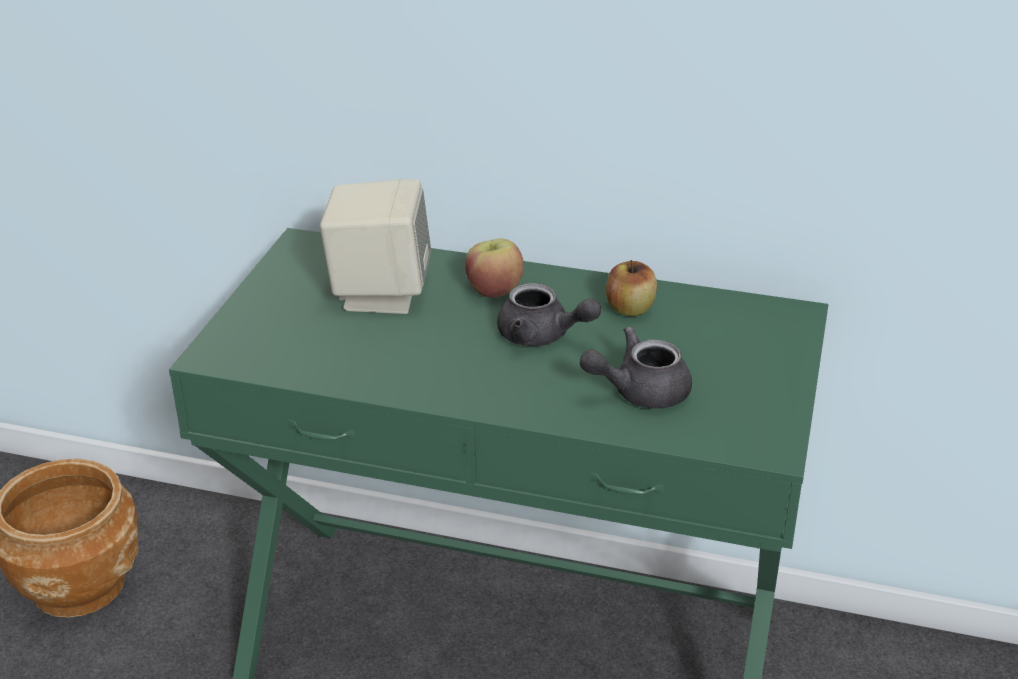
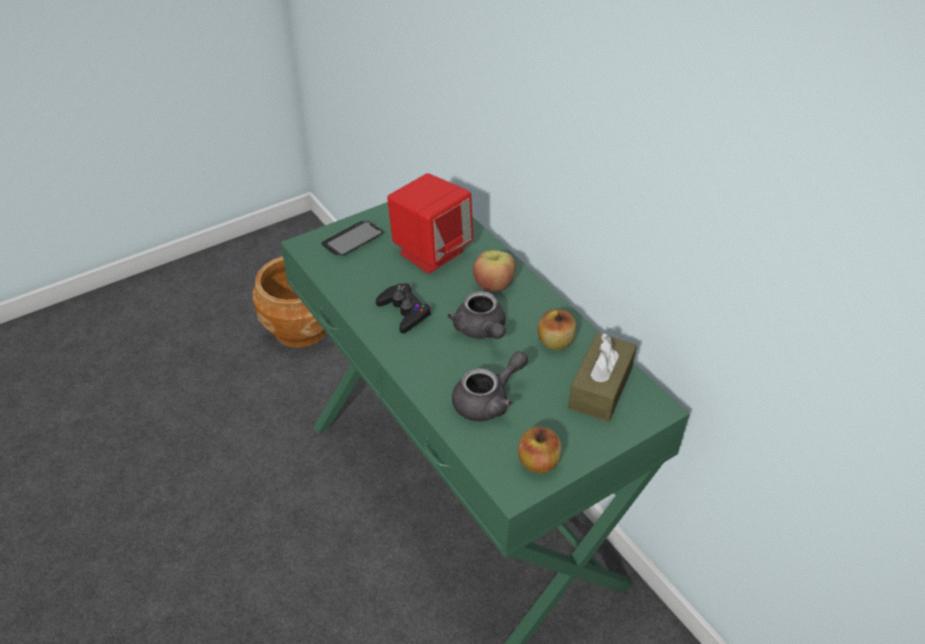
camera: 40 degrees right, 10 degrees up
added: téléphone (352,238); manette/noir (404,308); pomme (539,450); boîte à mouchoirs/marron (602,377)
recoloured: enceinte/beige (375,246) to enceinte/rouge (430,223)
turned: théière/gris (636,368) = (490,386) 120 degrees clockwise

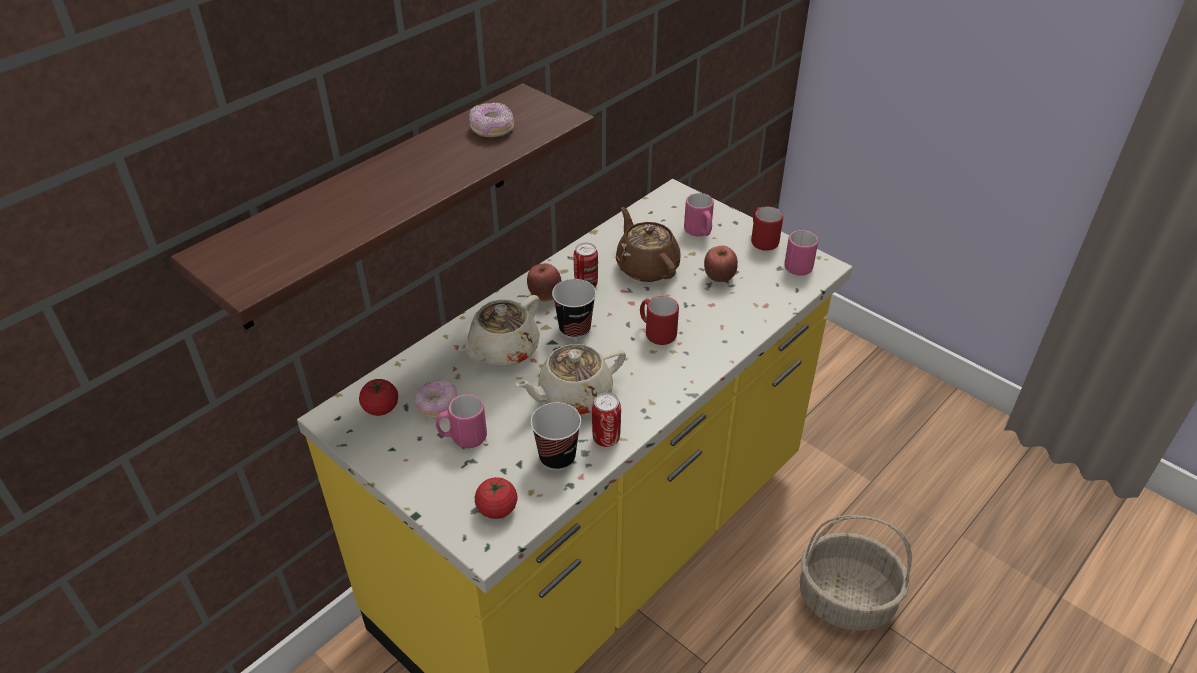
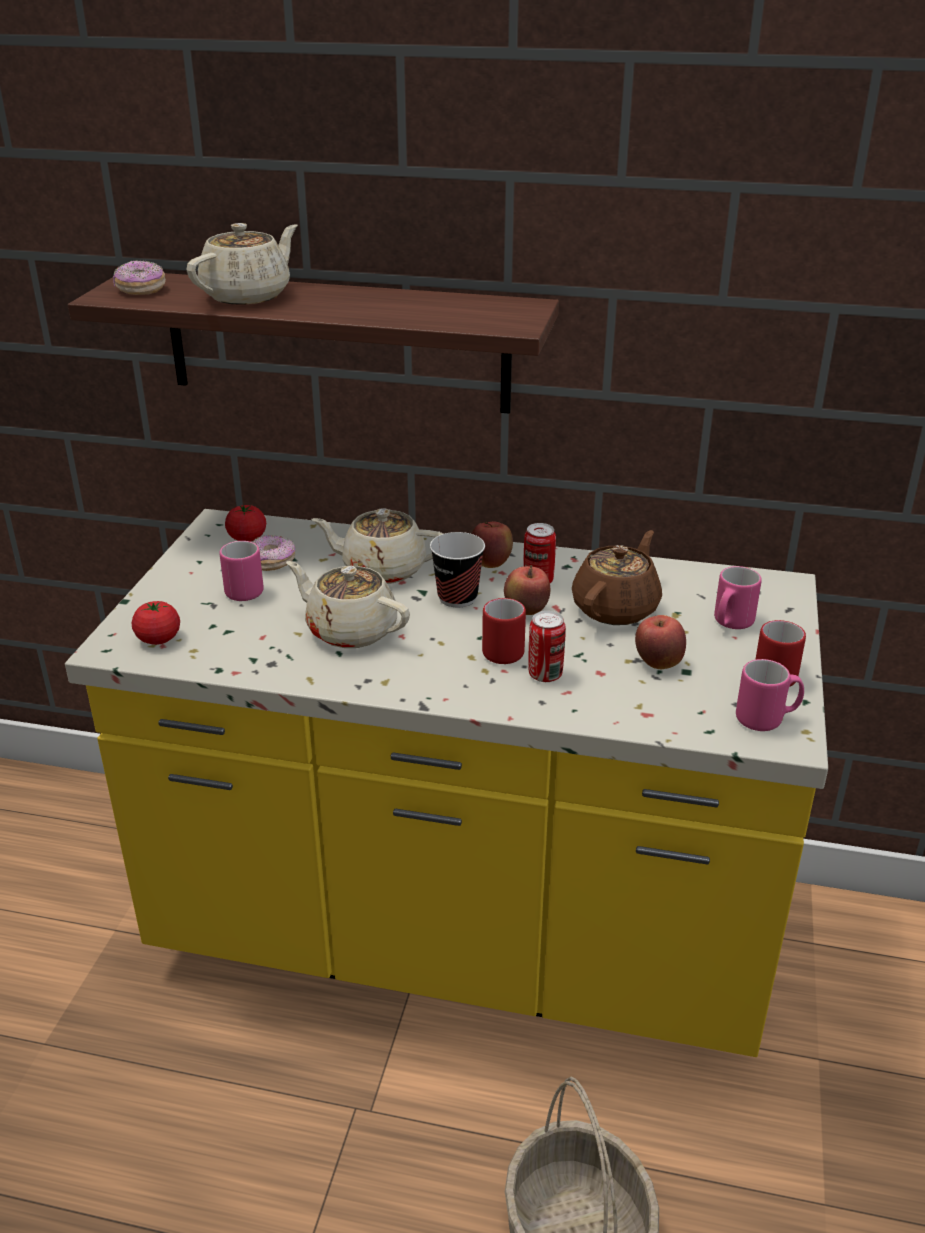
camera: 60 degrees right, 10 degrees down
removed: tasse (556,436)
added: théière/beige (242,264); pomme (527,590)
moved: beignet (491,119) to (139,277); boîte métallique (606,420) to (547,646)

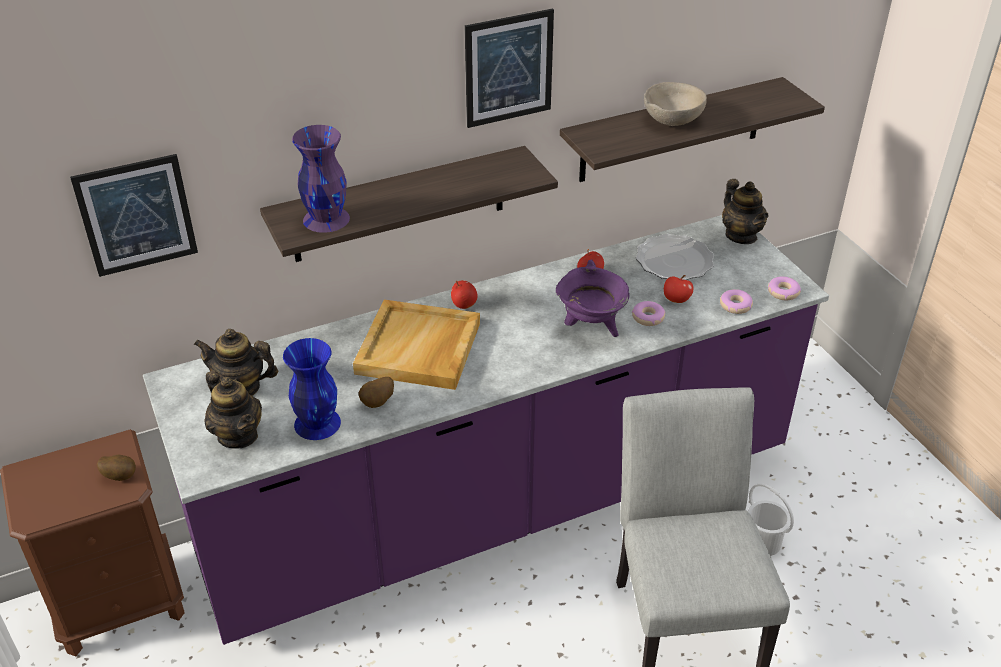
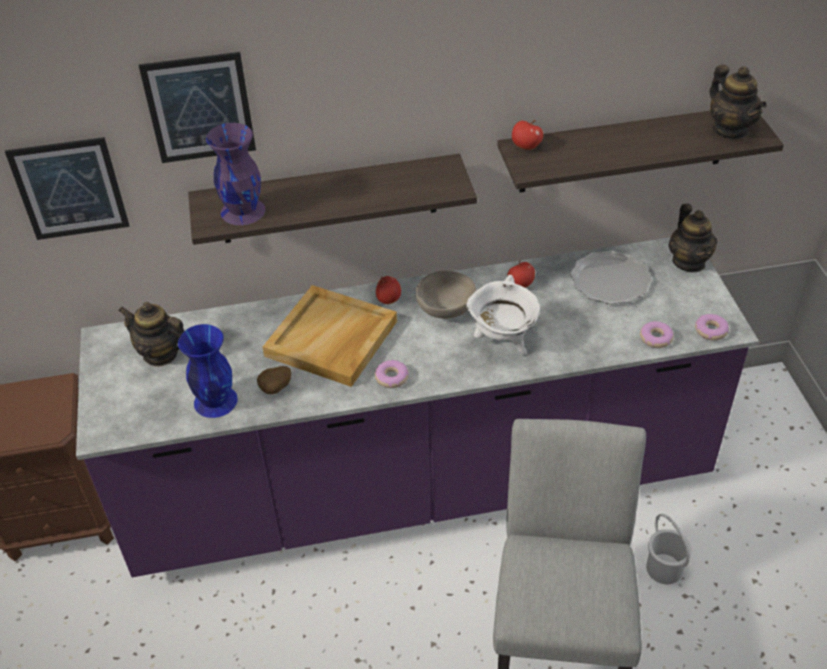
camera: 15 degrees right, 5 degrees up
removed: pomme de terre (116,468)
moved: théière (233,409) to (738,102); tableau (509,68) to (197,107); beignet (648,313) to (392,374); bol/beige (675,104) to (446,294); pomme (678,289) to (527,135)
recoloured: marmite/violet (593,298) to marmite/blanc (503,315)

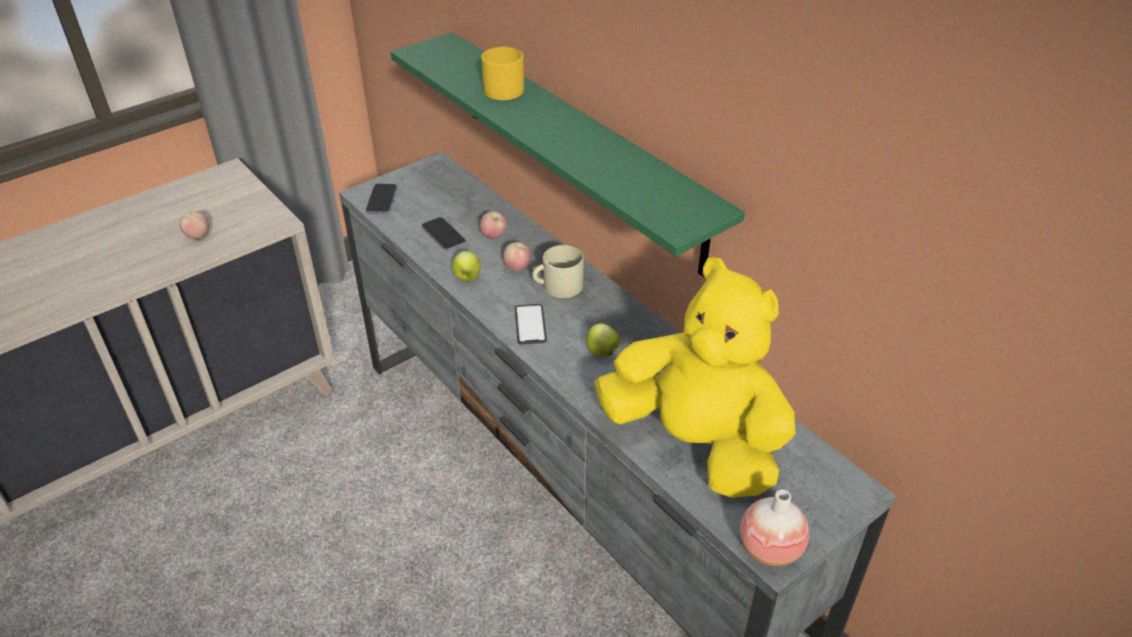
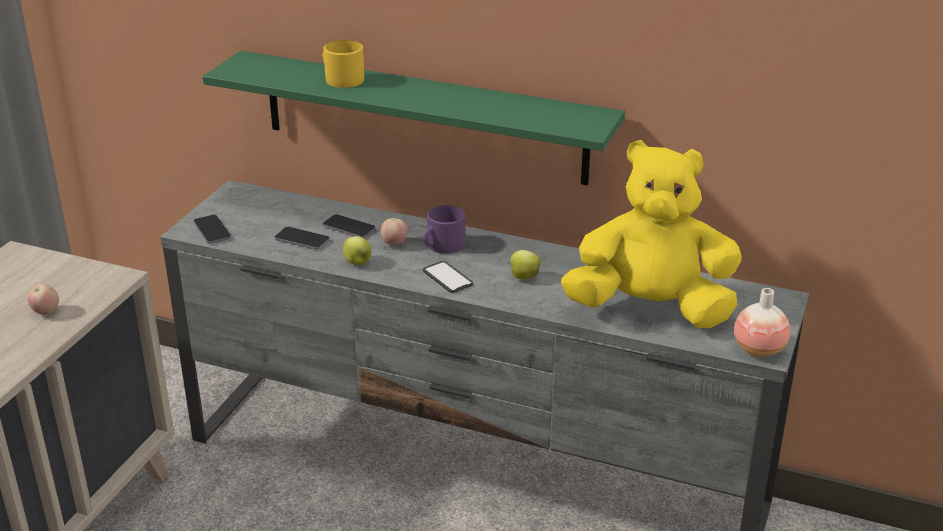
camera: 30 degrees left, 10 degrees down
replaced: pomme (493,225) to téléphone (349,226)
recoloured: mug/beige (558,271) to mug/violet (444,229)

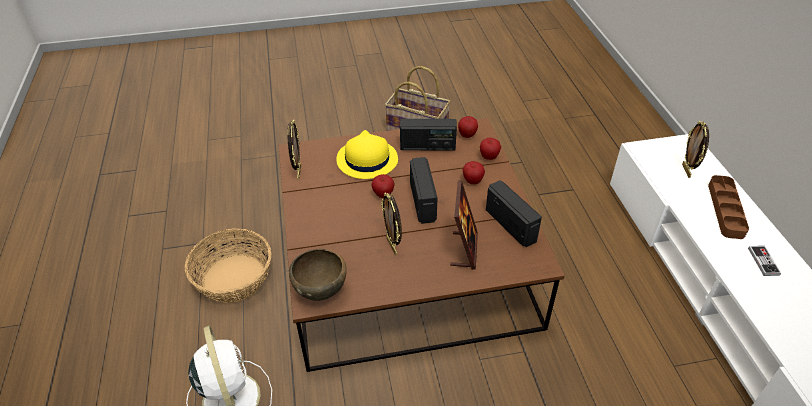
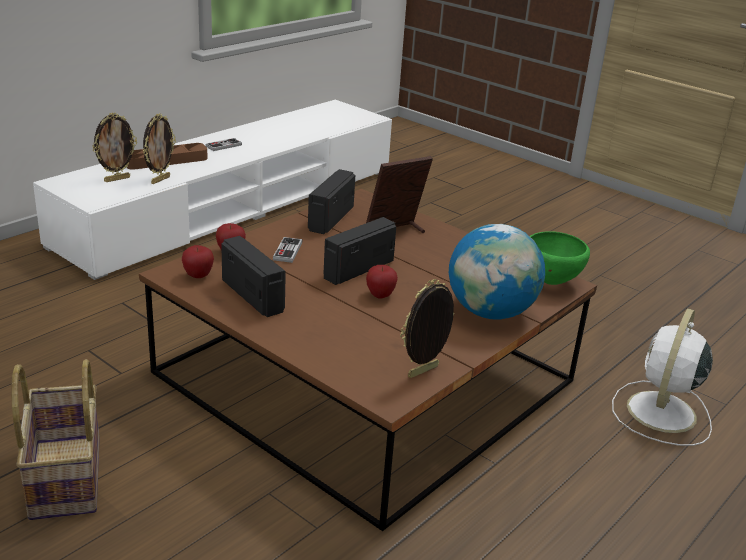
camera: 130 degrees left, 15 degrees down
removed: panier (228,265); chapeau/jaune (367,154)
added: globe (497,272)
moved: cadre photo (391,223) to (159,148)
replaced: pomme (473,172) to manette (287,250)
recoloured: bol/marron (318,275) to bol/vert (560,258)

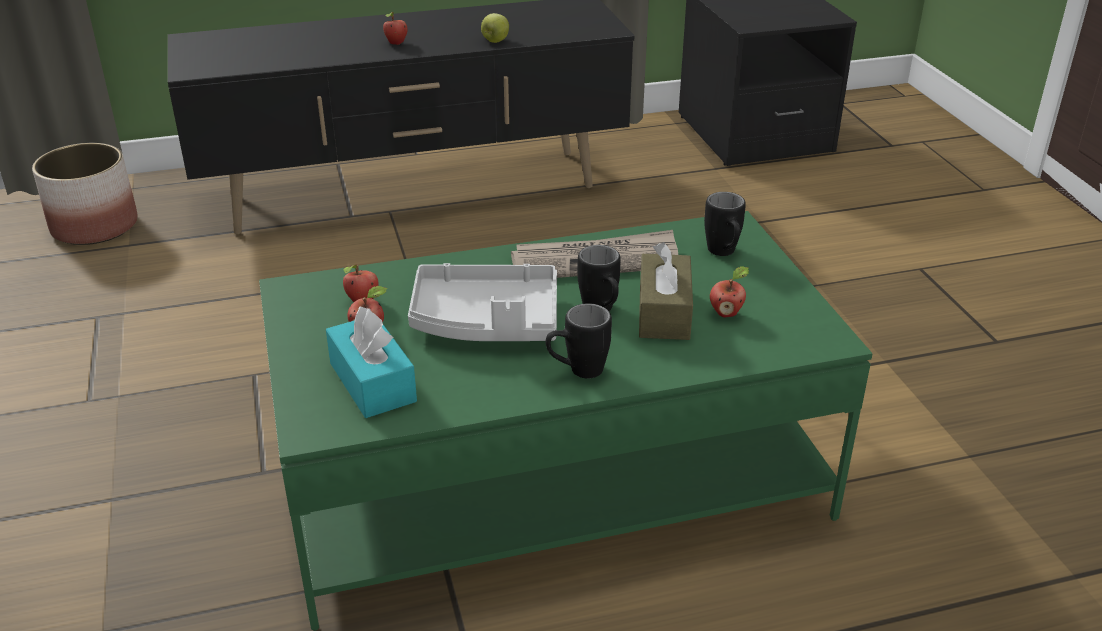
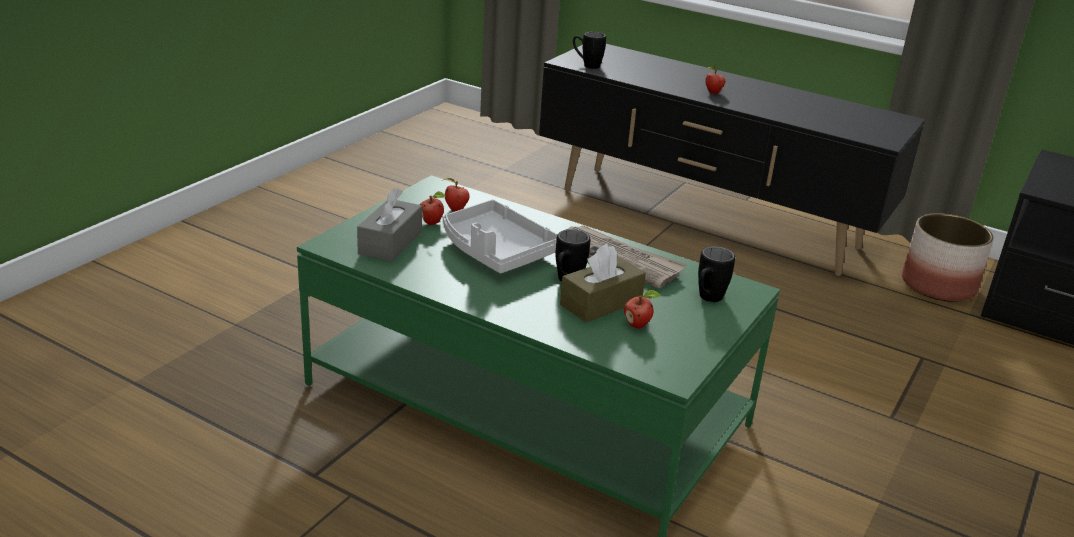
camera: 45 degrees right, 5 degrees down
removed: pomme (495,28)
moved: cache-pot (85,194) to (948,257); mug/noir (579,340) to (589,50)
recoloured: boîte à mouchoirs/turquoise (371,362) to boîte à mouchoirs/gris (389,225)

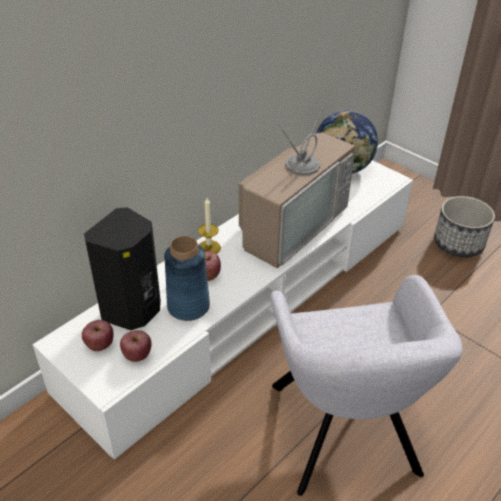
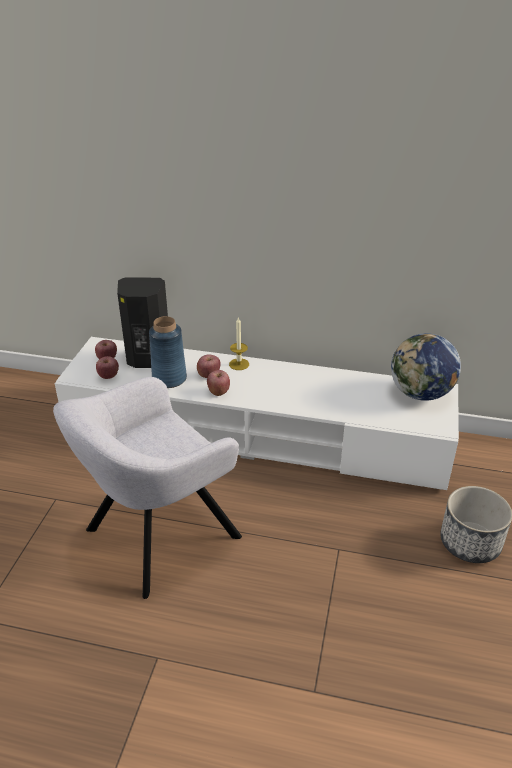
camera: 60 degrees right, 5 degrees down
removed: téléviseur (297,178)
added: pomme (218,383)

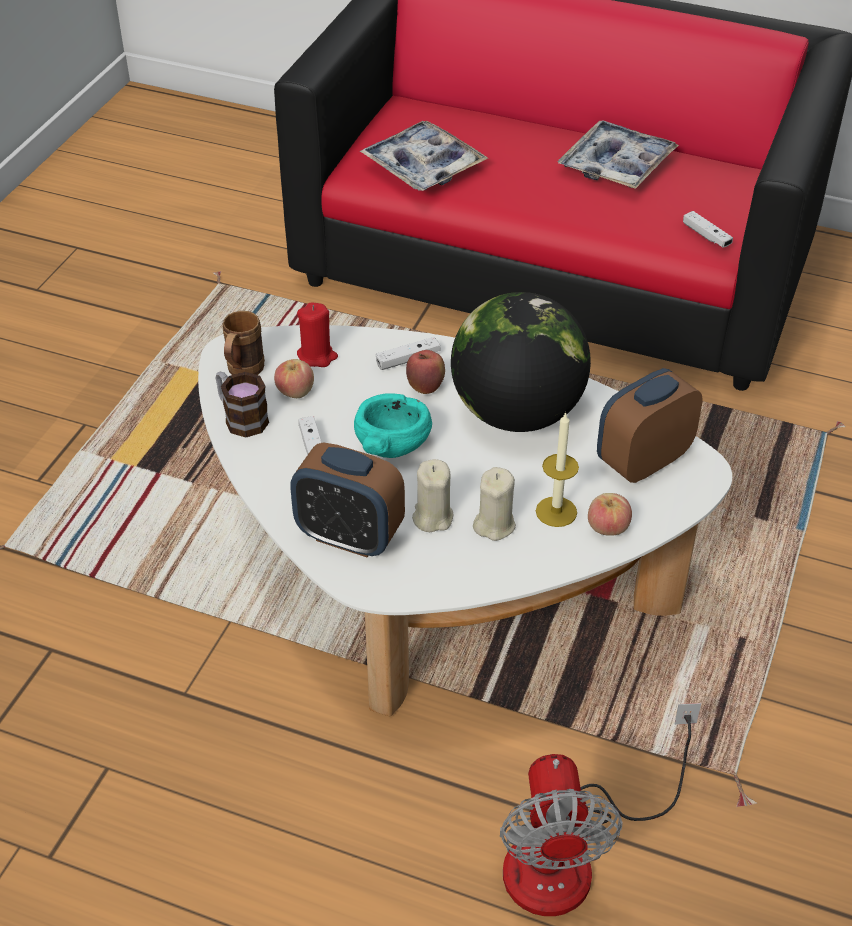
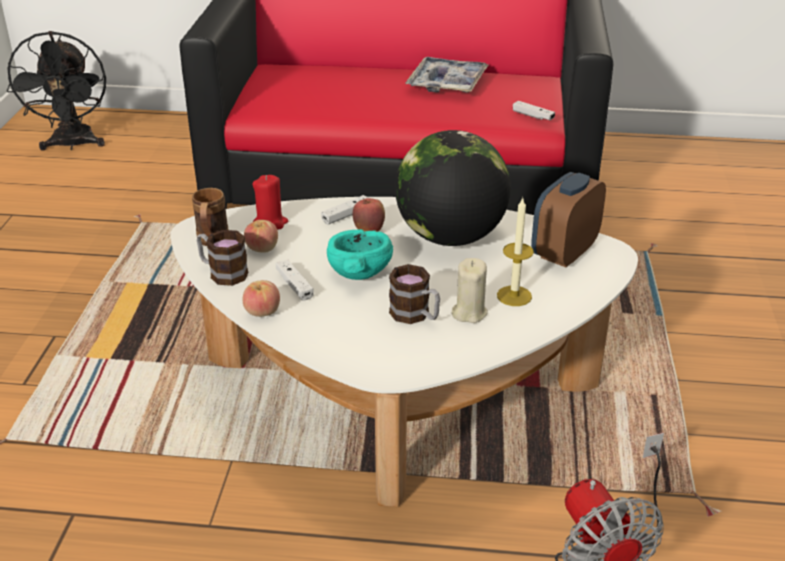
camera: 15 degrees left, 10 degrees down
removed: réveil (347,500); plateau (423,156)
added: ventilateur/noir (56,91)
moved: pomme (610,514) to (261,298)
replaced: bougie/beige (432,495) to mug (414,294)

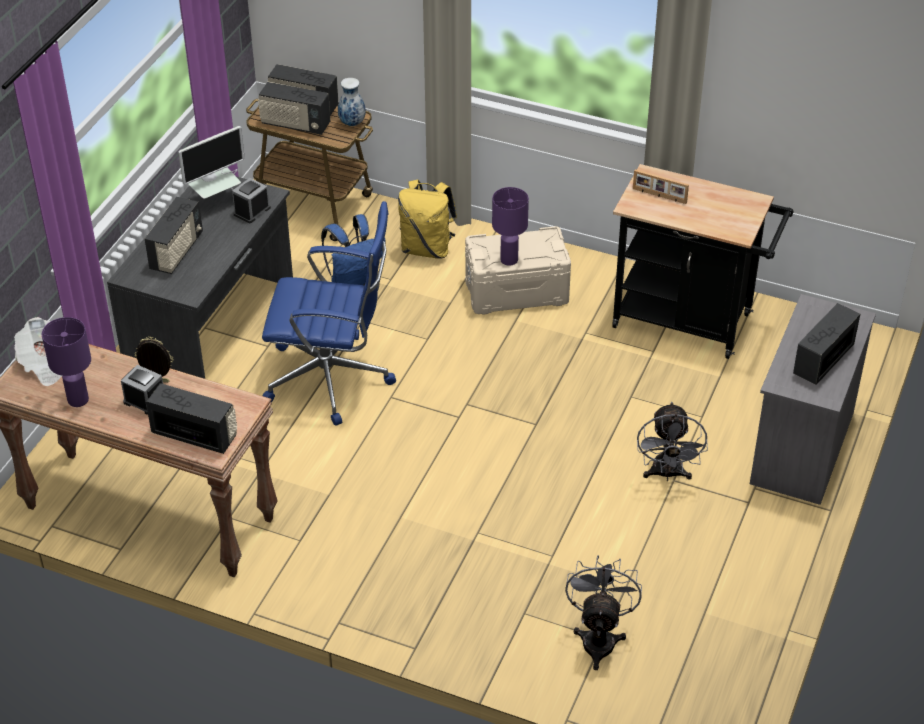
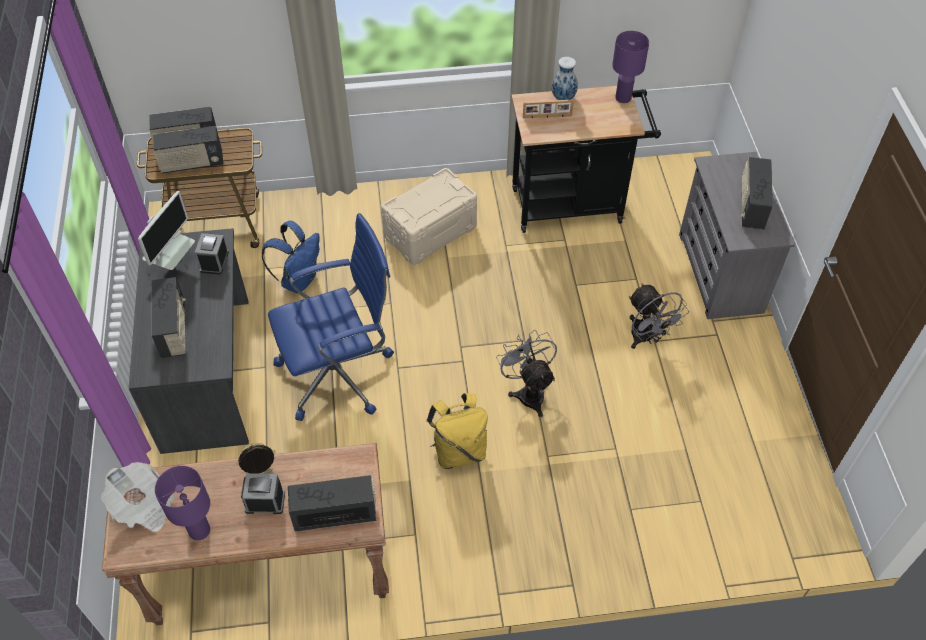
camera: 30 degrees left, 10 degrees up
moved: vase (352,102) to (565,78); sac à dos/jaune (427,219) to (457,431); lampe de table/violet (510,226) to (630,67); ventilateur/gris (603,612) to (526,373)

